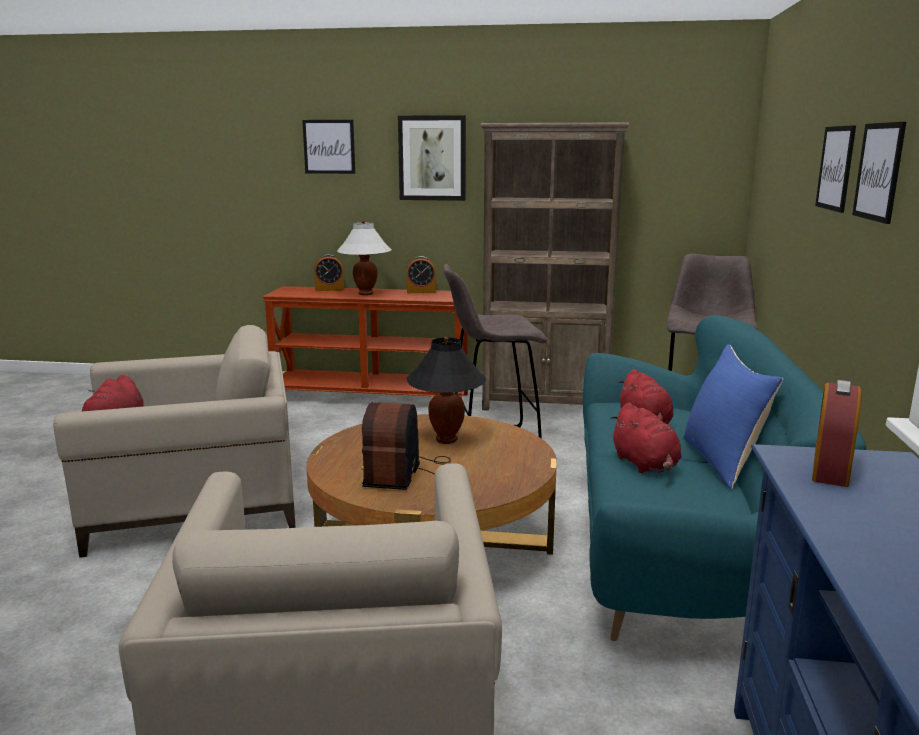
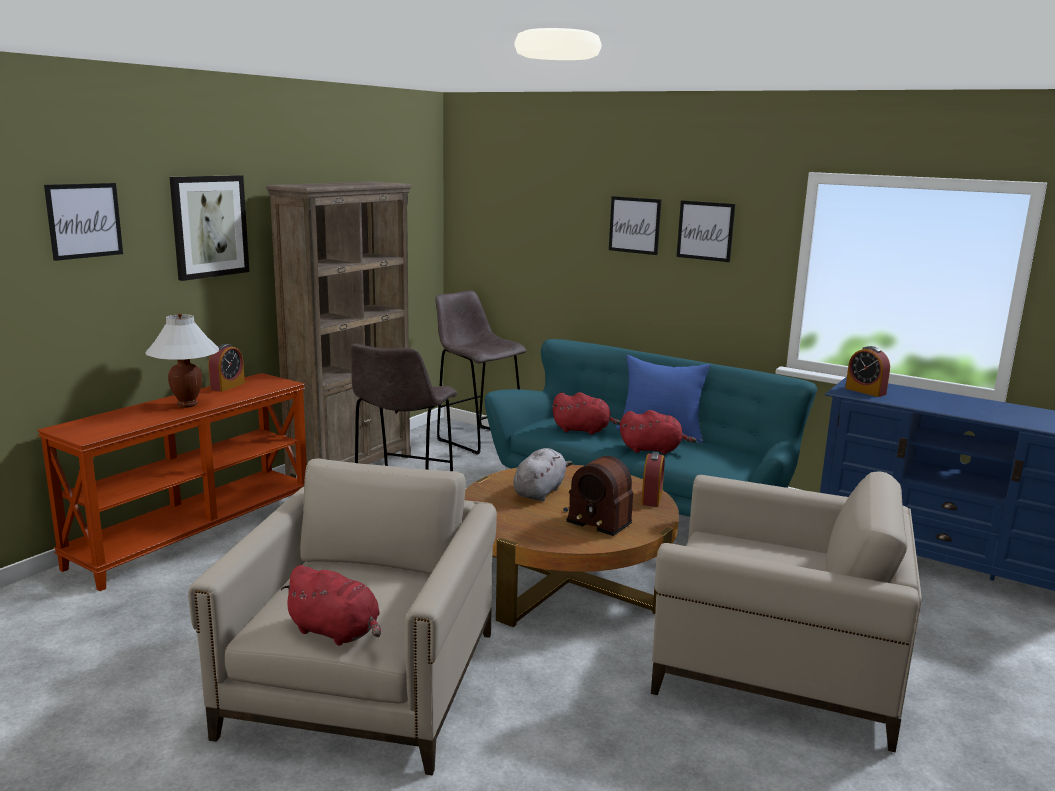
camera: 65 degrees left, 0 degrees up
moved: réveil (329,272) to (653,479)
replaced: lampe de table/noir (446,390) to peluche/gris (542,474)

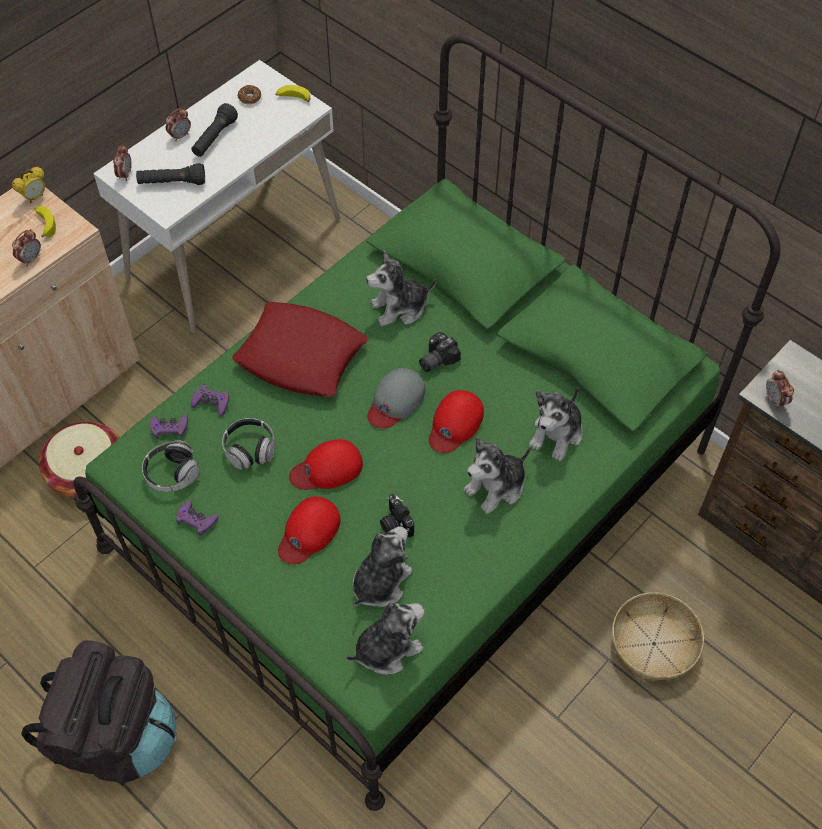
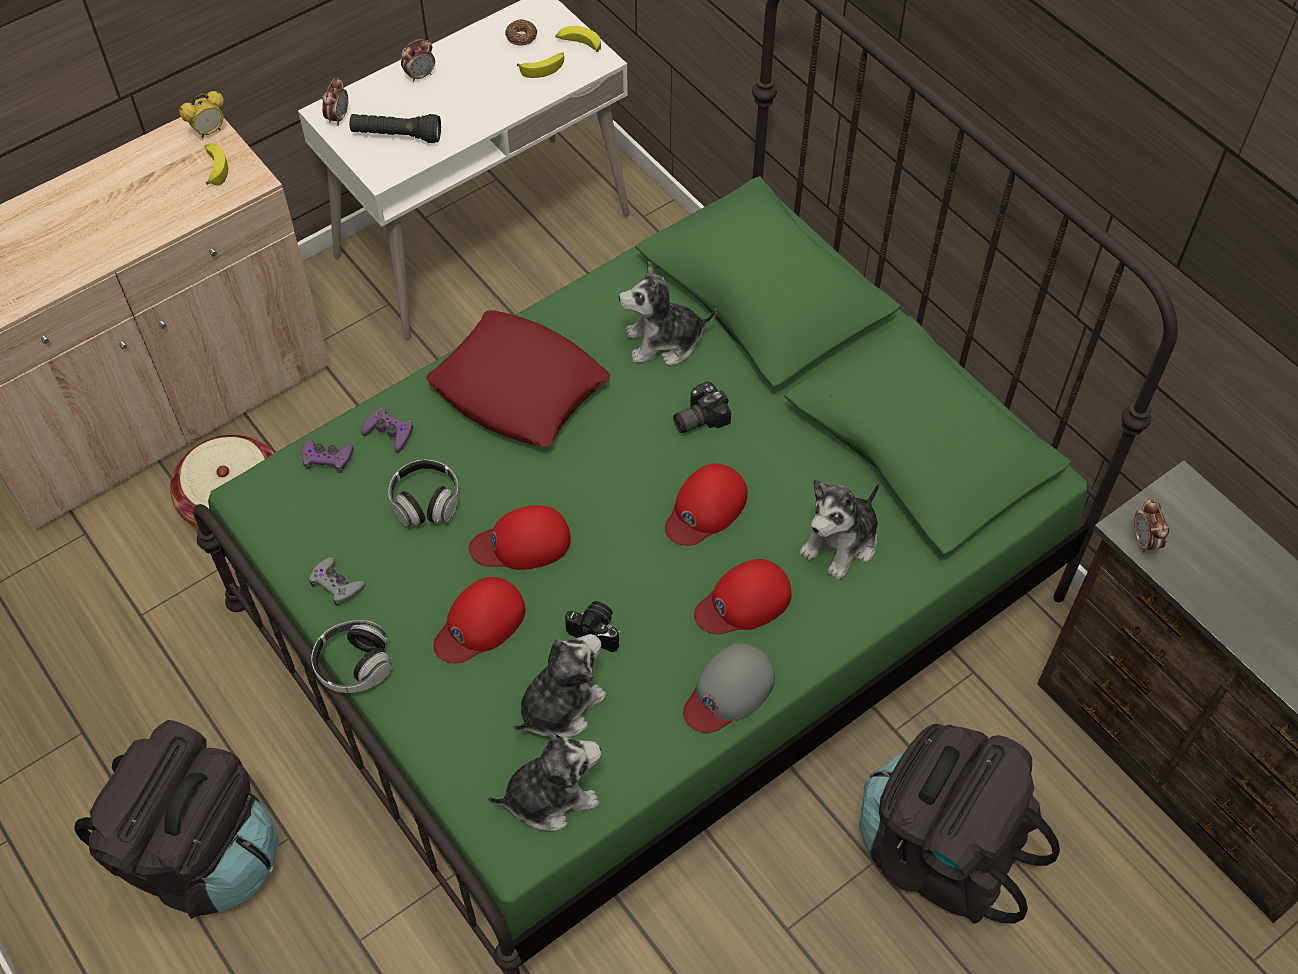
camera: 10 degrees right, 0 degrees up
removed: réveil (26,247); lampe de poche/noir (214,130)
added: banane (540,65)
moved: casque audio (171,466) to (351,656); casquette/gris (396,398) to (729,688)
replaced: peluche (497,475) to casquette/rouge (743,597); panier (658,636) to sac à dos/noir (959,824)
recoloured: manette/violet (197,518) to manette/gris (337,581)
turned: appareil photo (397,515) = (593,626) 135 degrees clockwise

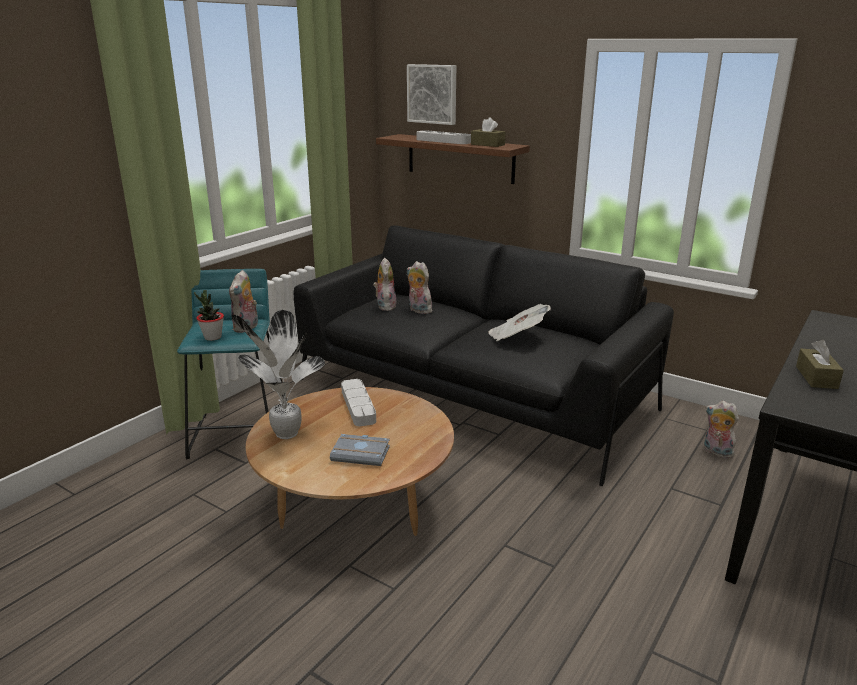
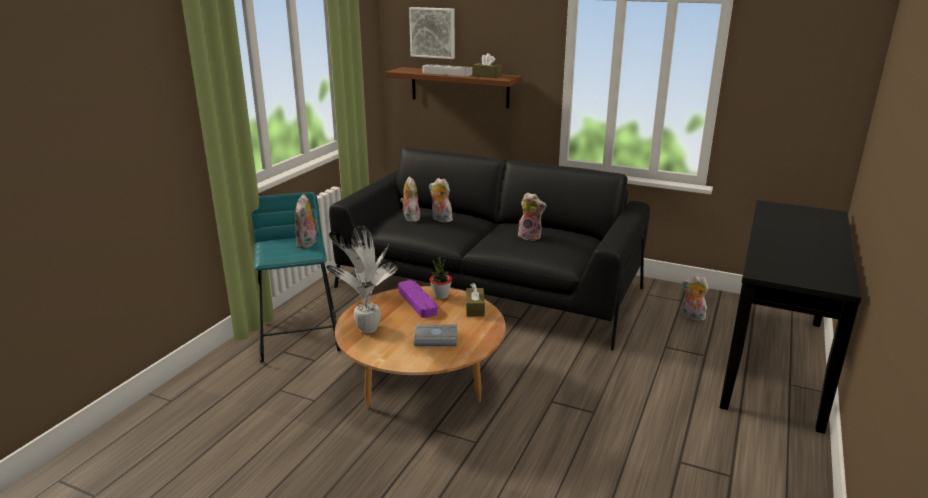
camera: 10 degrees left, 0 degrees up
moved: plante en pot (209,315) to (441,278); boîte à mouchoirs/marron (820,364) to (475,299)
replaced: journal (519,322) to peluche (532,216)
recoloured: plateau/gris (358,402) to plateau/violet (418,299)

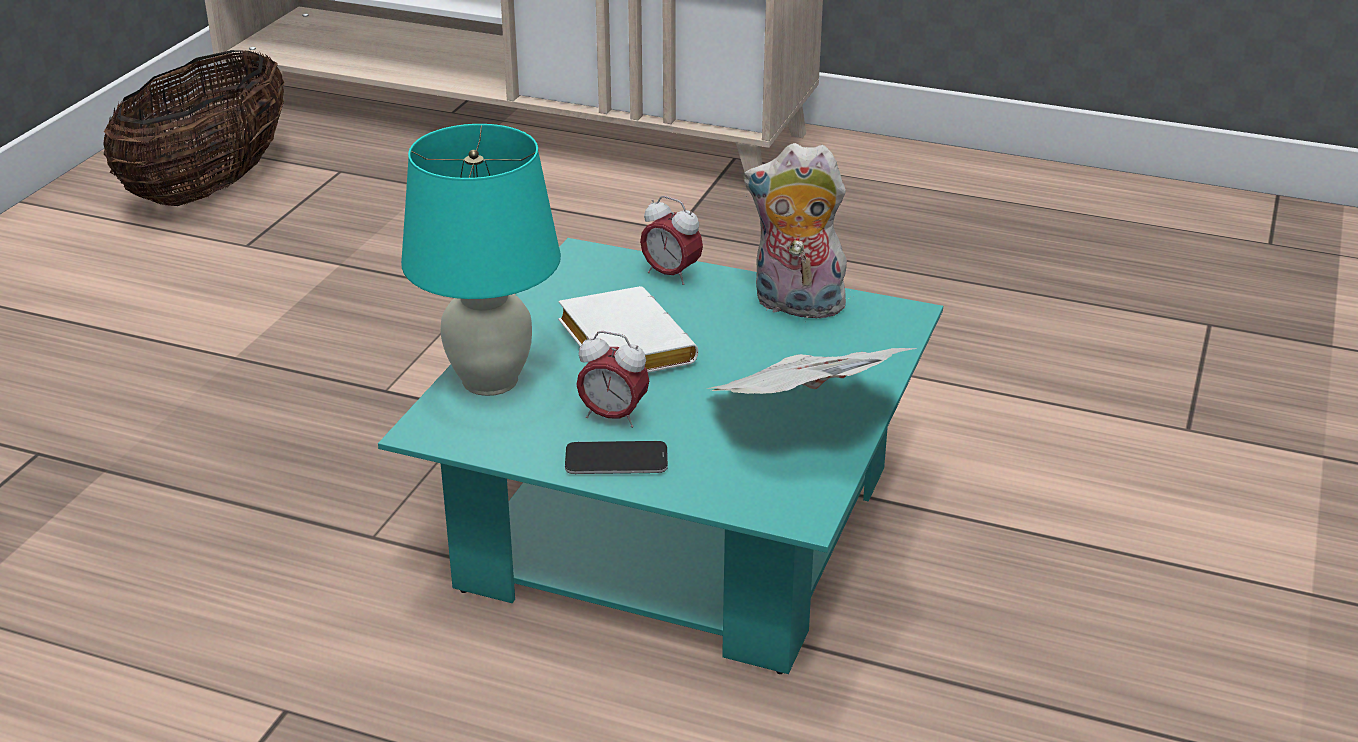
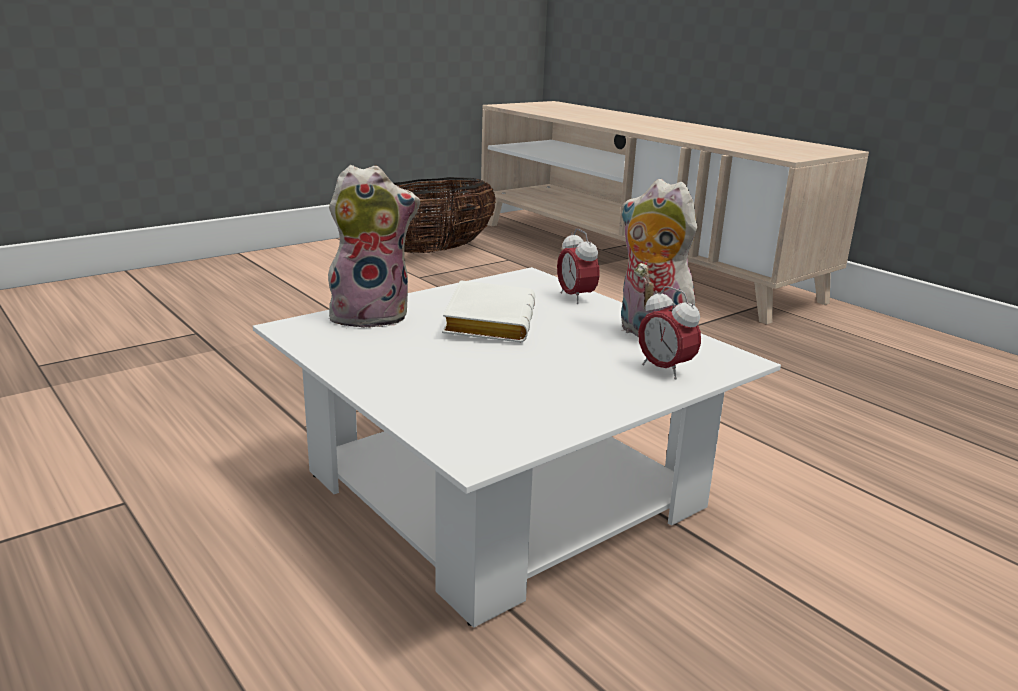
camera: 30 degrees right, 10 degrees down
removed: téléphone (616,457); journal (812,371)
moved: réveil (612,379) to (669,333)
replaced: lampe de table/turquoise (481,260) to peluche (374,246)
recoloured: table basse/turquoise (660,456) to table basse/blanc (517,447)

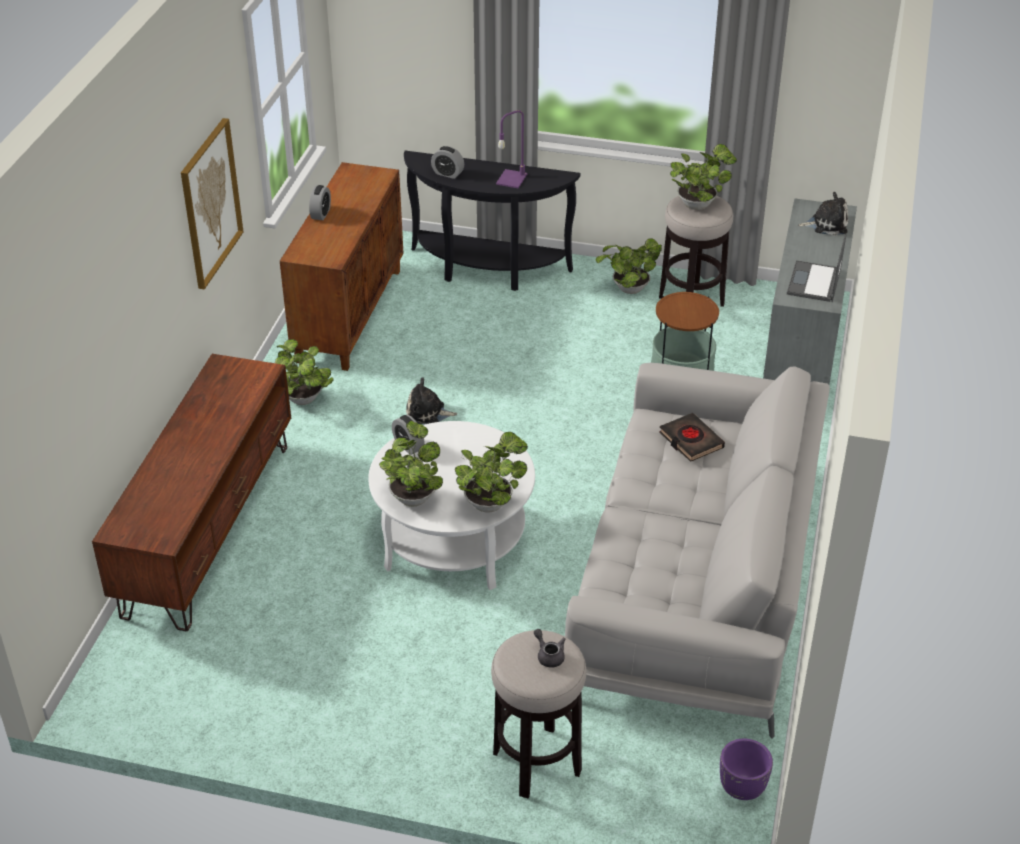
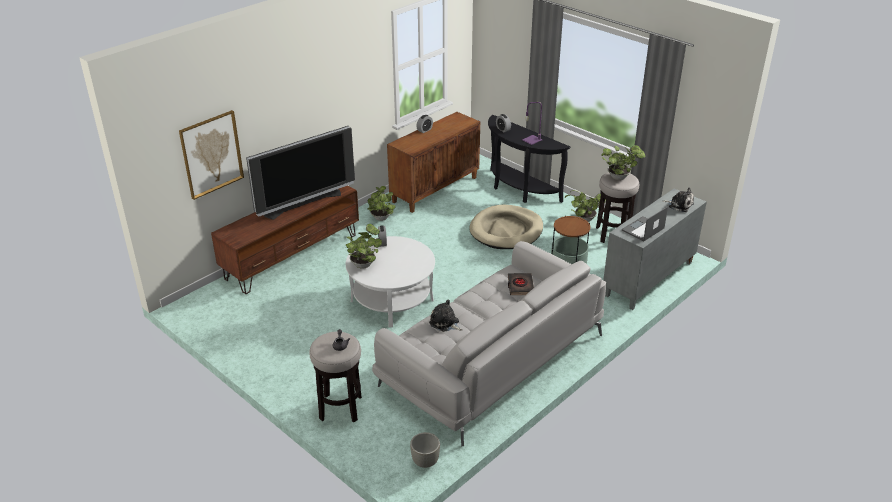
camera: 30 degrees right, 5 degrees down
removed: plante en pot (491,472)
added: téléviseur (300,173); panier pour chien/beige (506,227)
moved: tableau (212,204) to (211,155); peluche (431,401) to (445,316)
recoloured: cache-pot/violet (746,769) to cache-pot/gris (425,450)

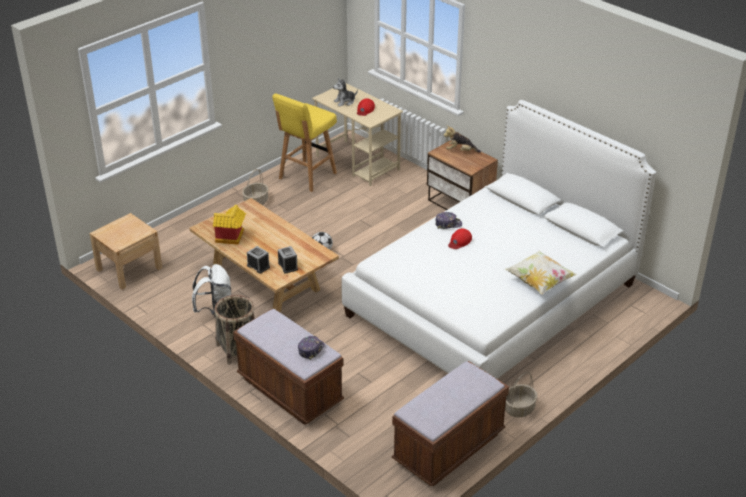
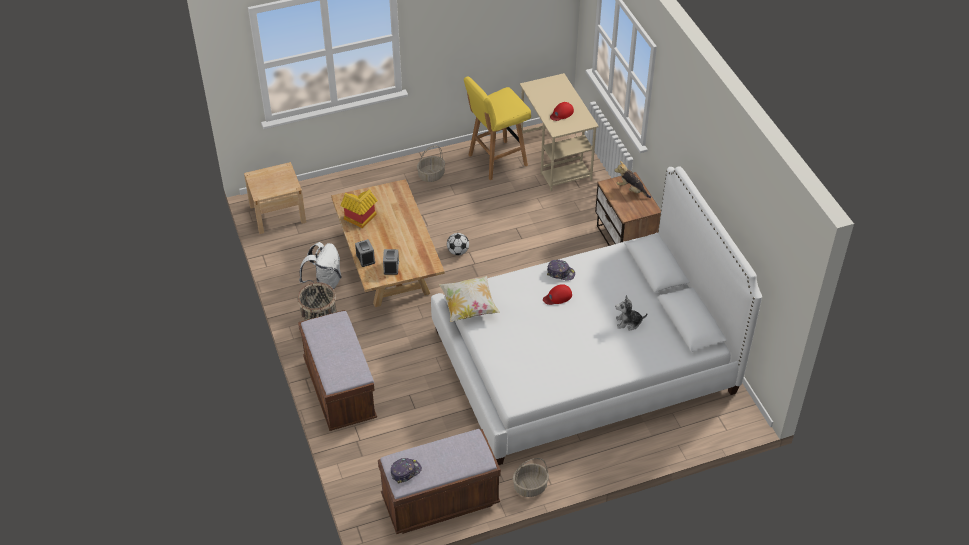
camera: 25 degrees right, 10 degrees up
moved: casquette (311,348) to (406,471); peluche (345,92) to (631,313); coussin (541,273) to (469,299)

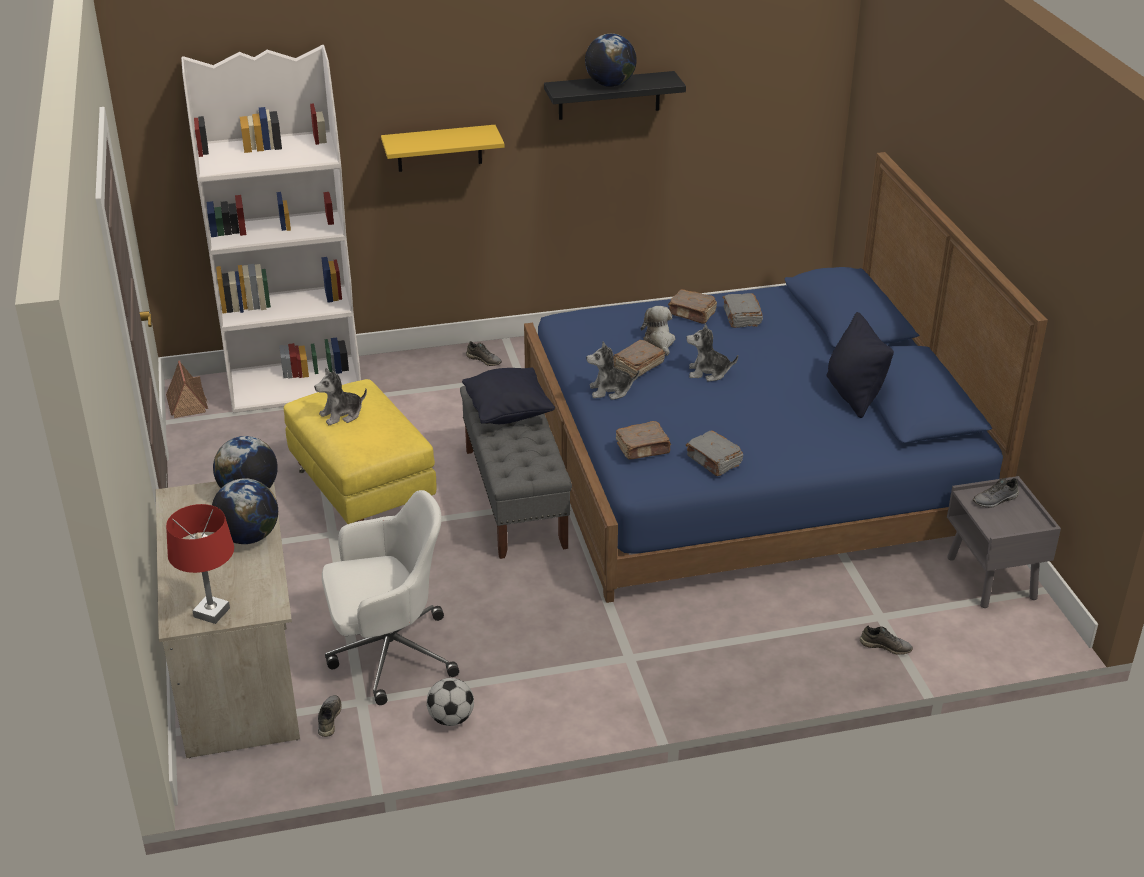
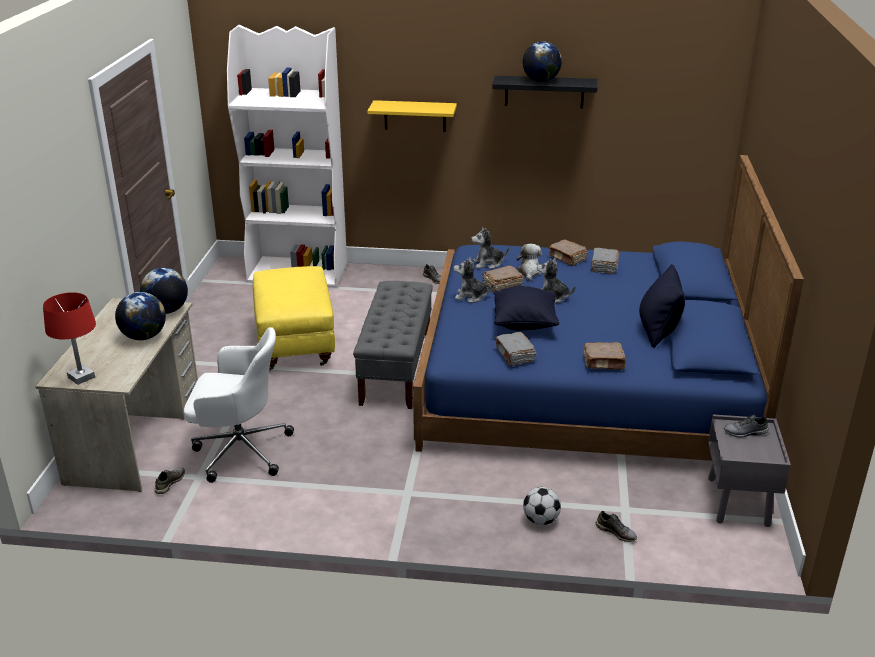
camera: 20 degrees right, 5 degrees down
removed: maison miniature (187,389)
moved: peluche (340,396) to (490,248); ballon de foot (450,702) to (542,506); coussin/noir (508,396) to (526,308); livre/marron (643,440) to (604,356)

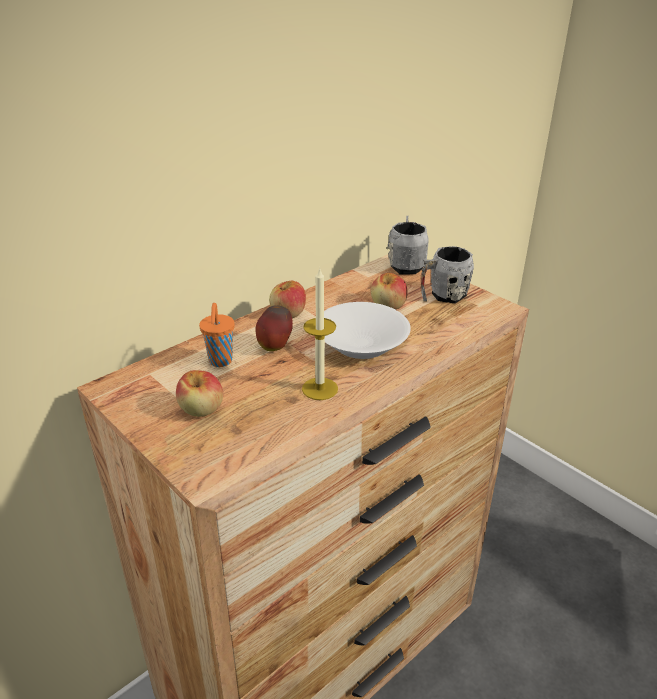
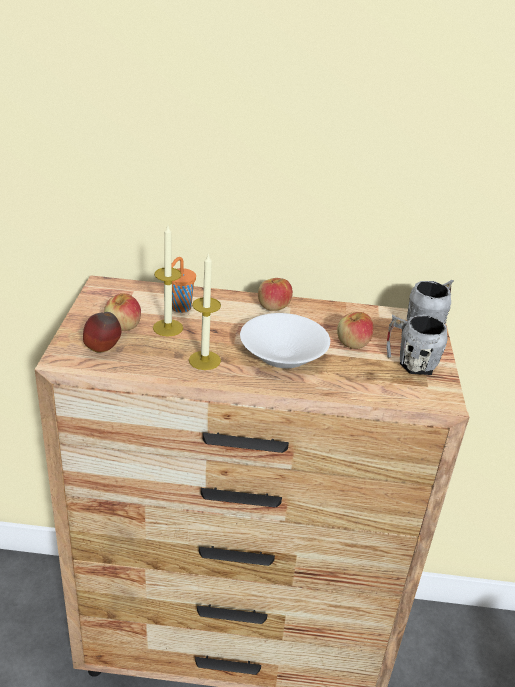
camera: 45 degrees right, 0 degrees up
added: bougie (168,280)
moved: pomme (274,328) to (102,332)

